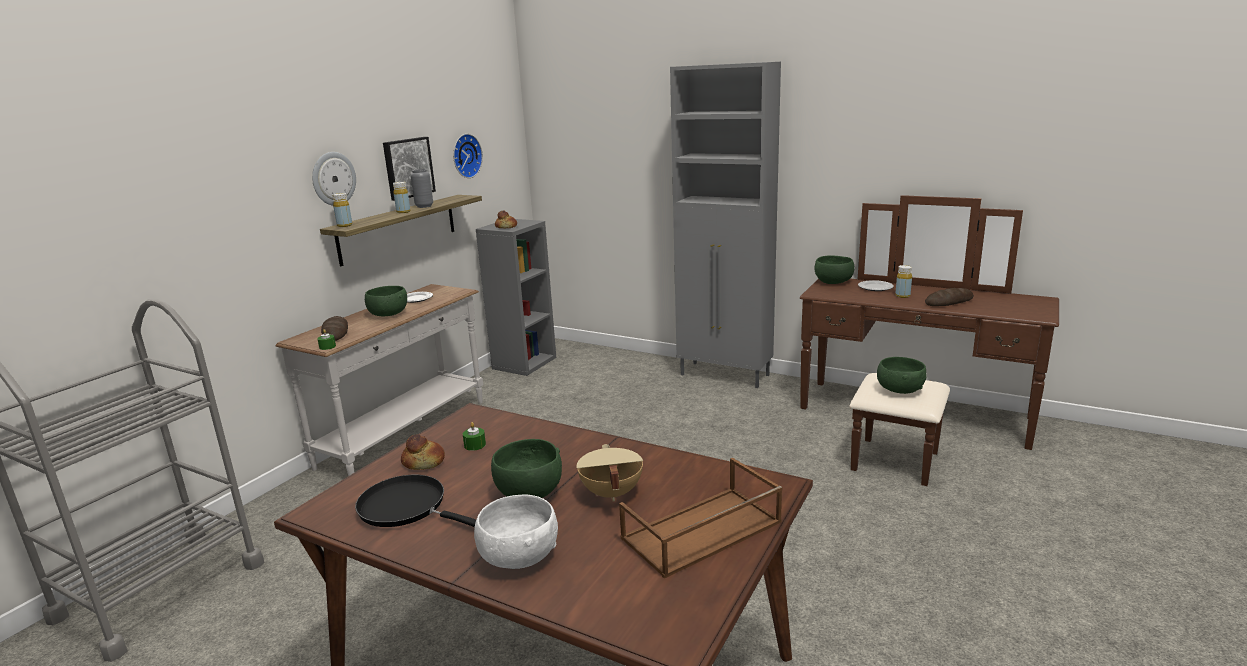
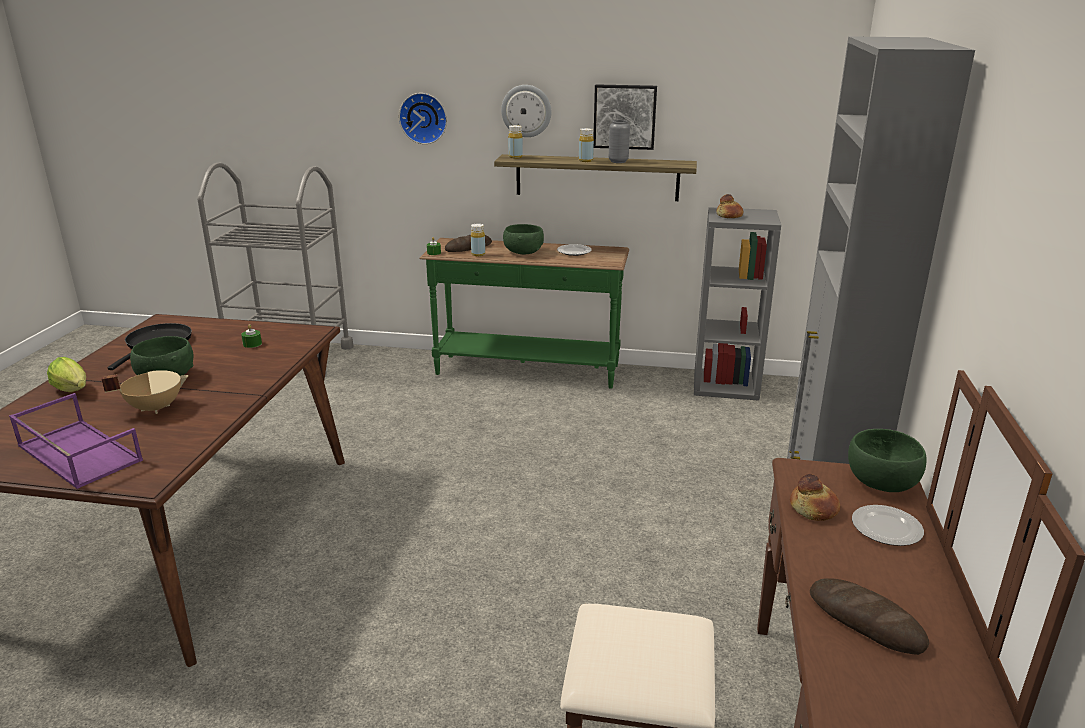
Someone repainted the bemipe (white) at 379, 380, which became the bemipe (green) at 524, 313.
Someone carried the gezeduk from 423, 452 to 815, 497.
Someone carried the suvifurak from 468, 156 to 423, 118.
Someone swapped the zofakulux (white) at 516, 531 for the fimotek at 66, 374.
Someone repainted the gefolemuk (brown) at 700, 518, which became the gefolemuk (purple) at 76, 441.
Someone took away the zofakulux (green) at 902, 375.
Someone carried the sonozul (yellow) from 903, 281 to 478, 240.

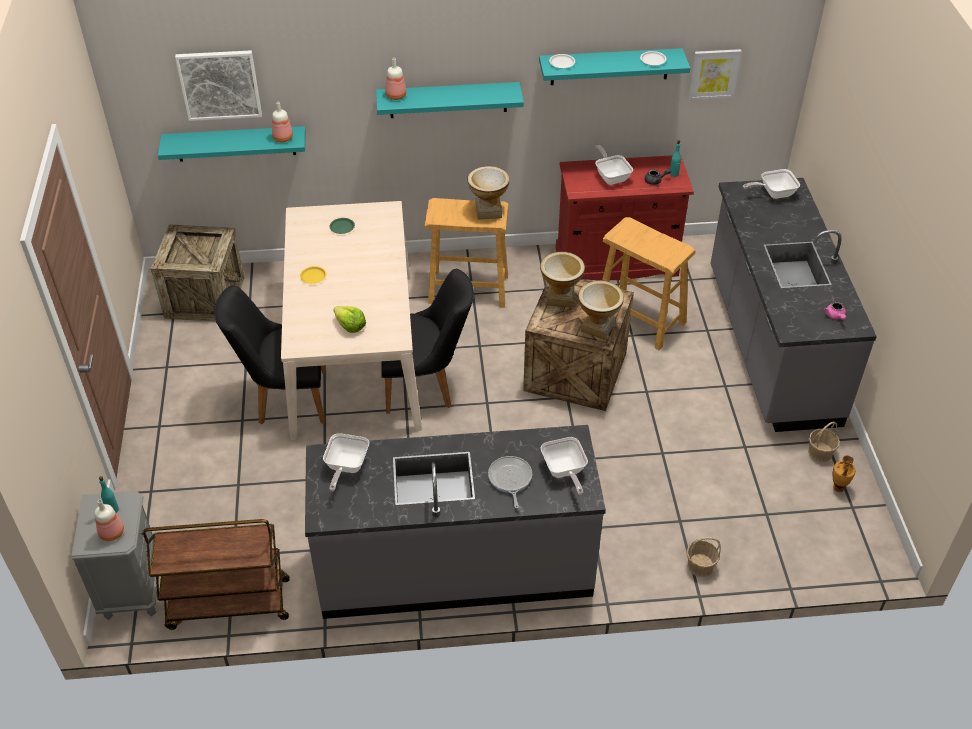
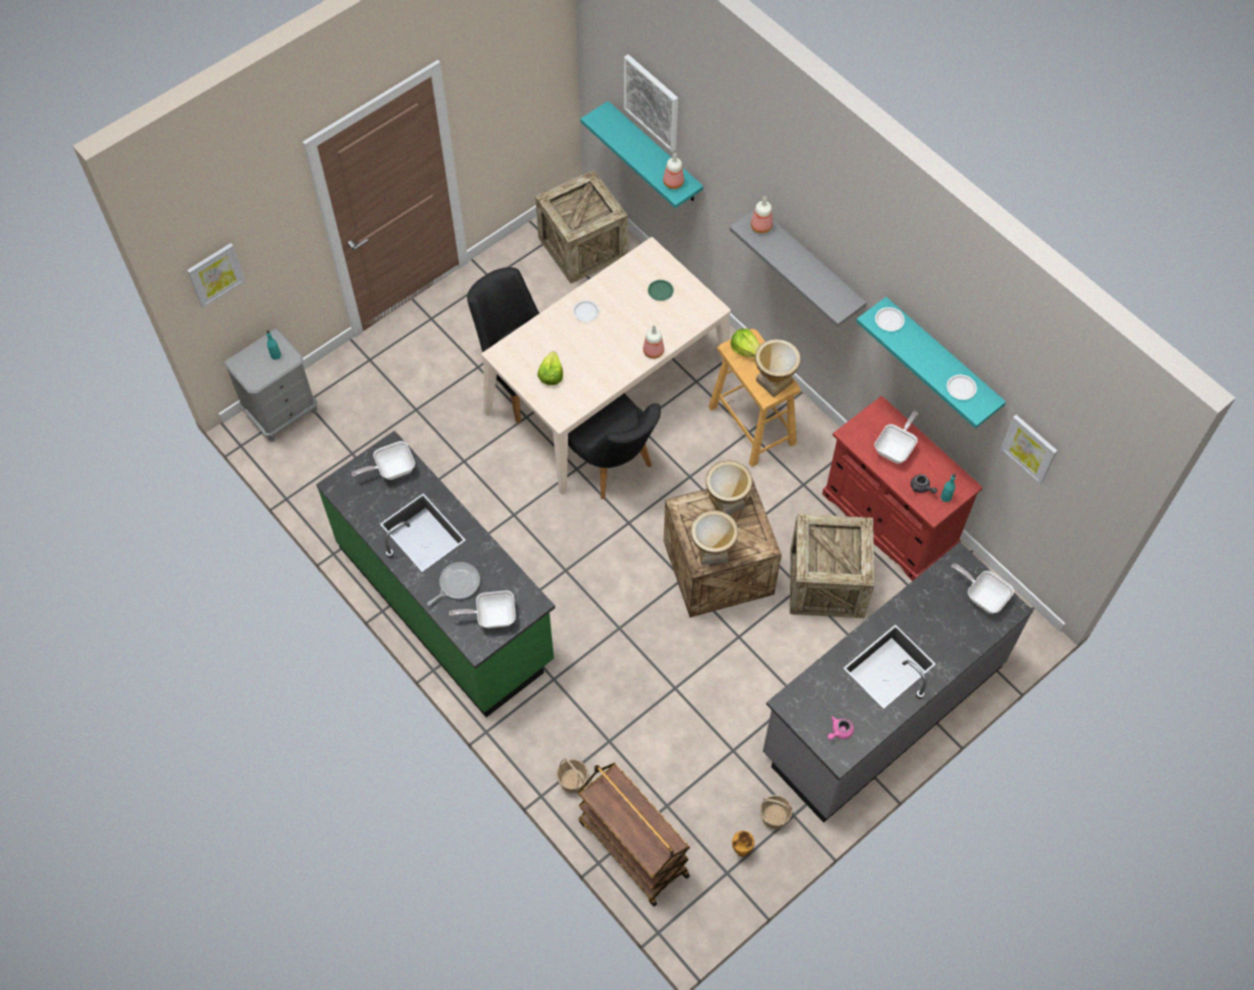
Someone carried the sonozul from 109, 520 to 653, 342.
Someone carried the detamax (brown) from 216, 574 to 634, 835.
Someone repainted the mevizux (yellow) at 313, 275, which became the mevizux (white) at 586, 311.
Someone repainted the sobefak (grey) at 455, 522, which became the sobefak (green) at 435, 574.
Someone repainted the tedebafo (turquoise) at 450, 100, which became the tedebafo (grey) at 798, 268.
Someone rotated the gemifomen at 564, 466 by 45 degrees clockwise.
Someone swapped the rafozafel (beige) at 649, 283 for the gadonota at 832, 566.
Someone put up the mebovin at 216, 275.
Someone put down the fimotek at 745, 342.

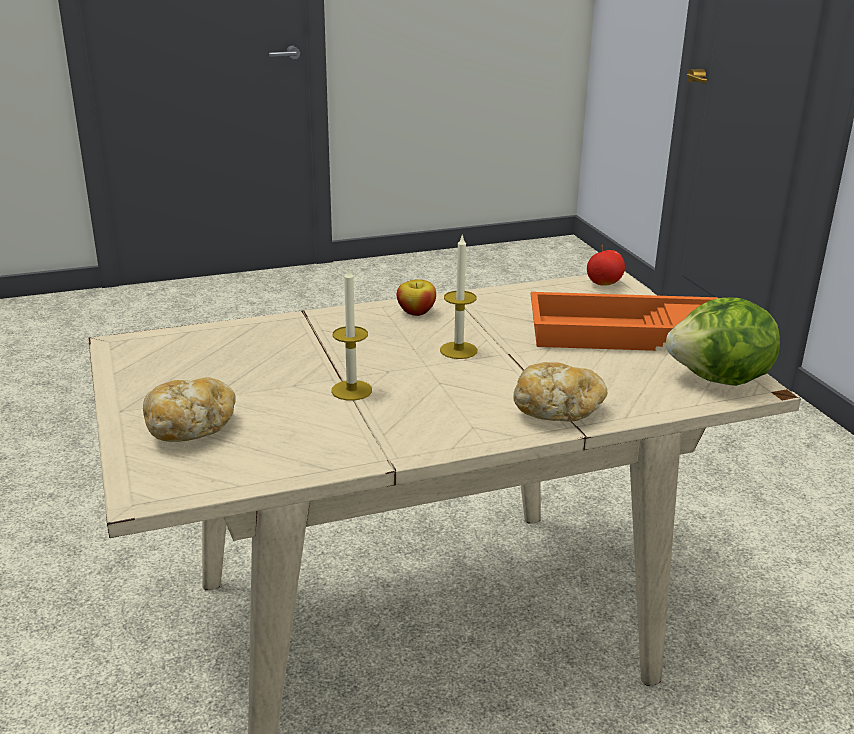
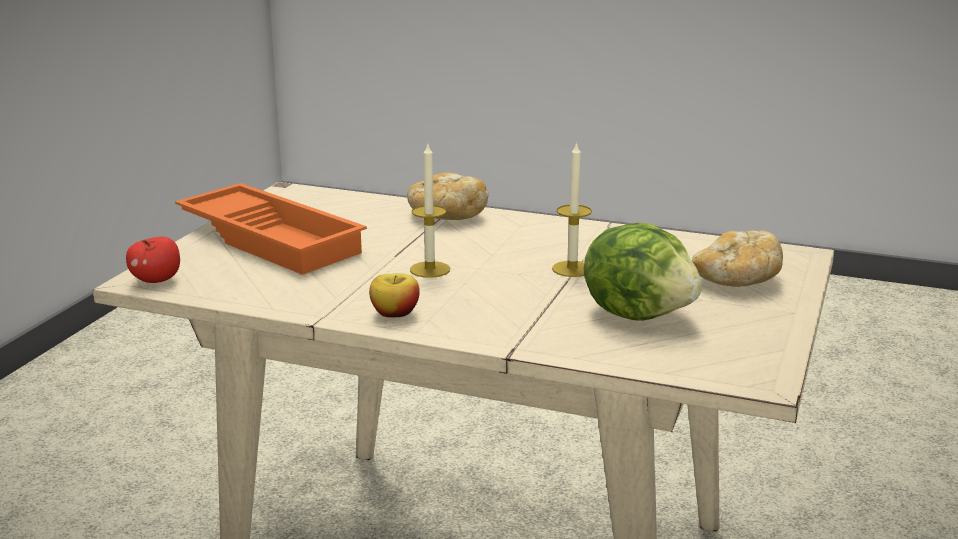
Someone carried the fimotek from 723, 341 to 643, 272.

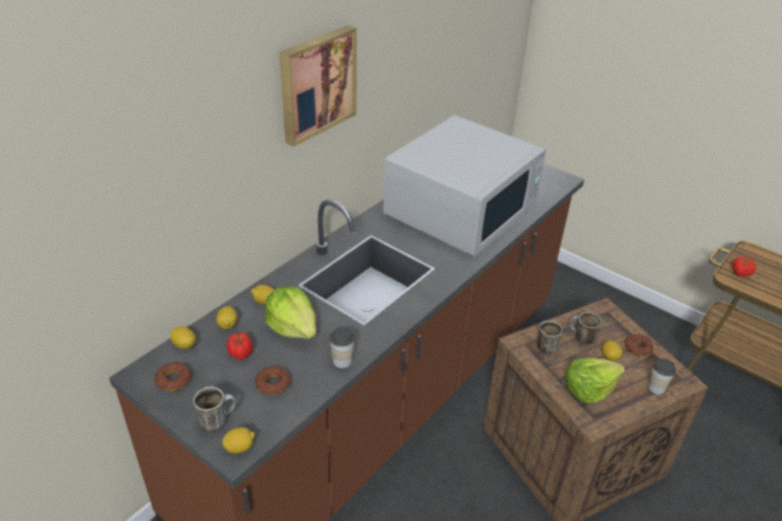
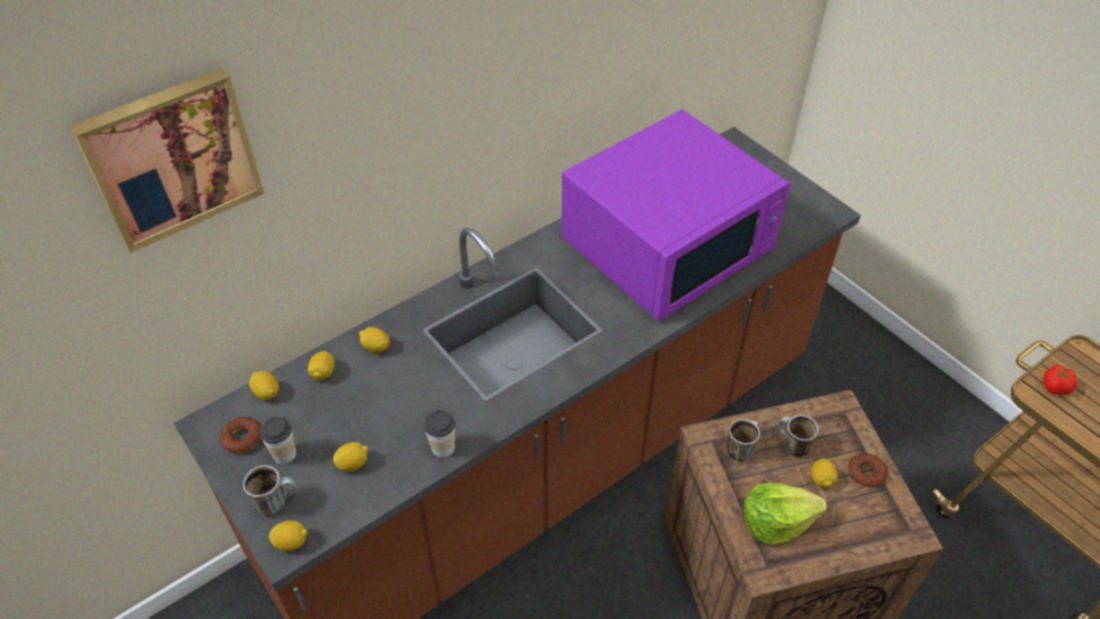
Someone took away the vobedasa at 240, 346.
Someone swapped the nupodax at 273, 380 for the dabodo at 350, 457.
Someone took away the fimotek at 290, 312.
Someone carried the mebovin from 318, 86 to 167, 160.
Someone repainted the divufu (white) at 464, 186, which became the divufu (purple) at 675, 215.
Someone carried the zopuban from 662, 377 to 278, 440.

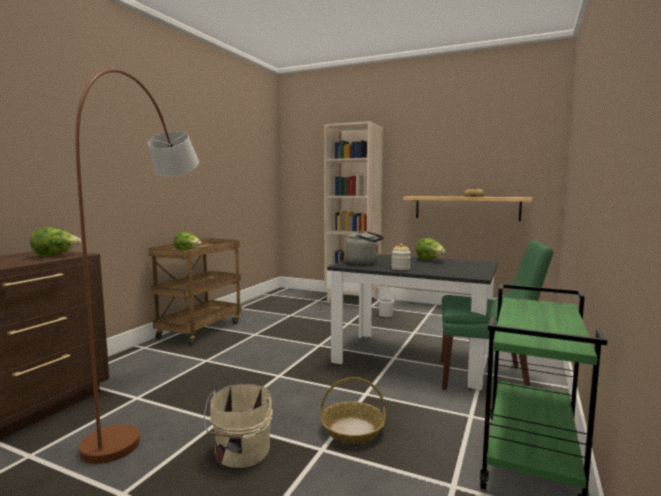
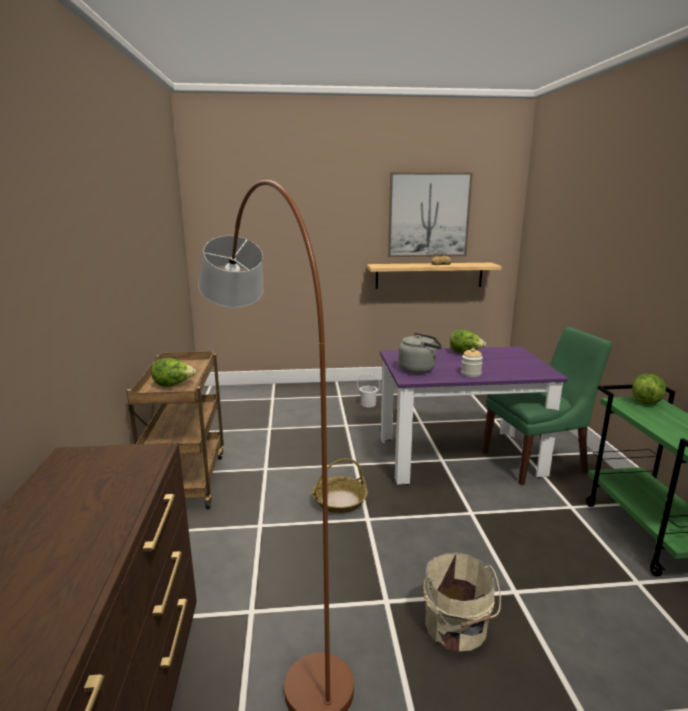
Someone carried the fimotek from 55, 241 to 649, 389.
Someone carried the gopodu from 353, 410 to 340, 486.
Someone took away the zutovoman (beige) at 353, 212.
Someone repainted the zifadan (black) at 412, 322, which became the zifadan (purple) at 474, 415.
Someone put up the mebovin at 430, 214.

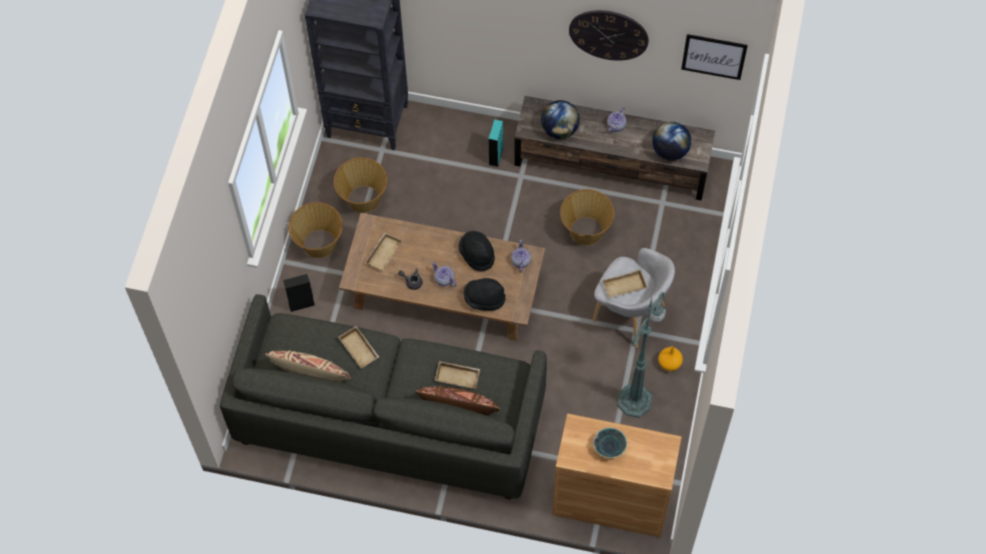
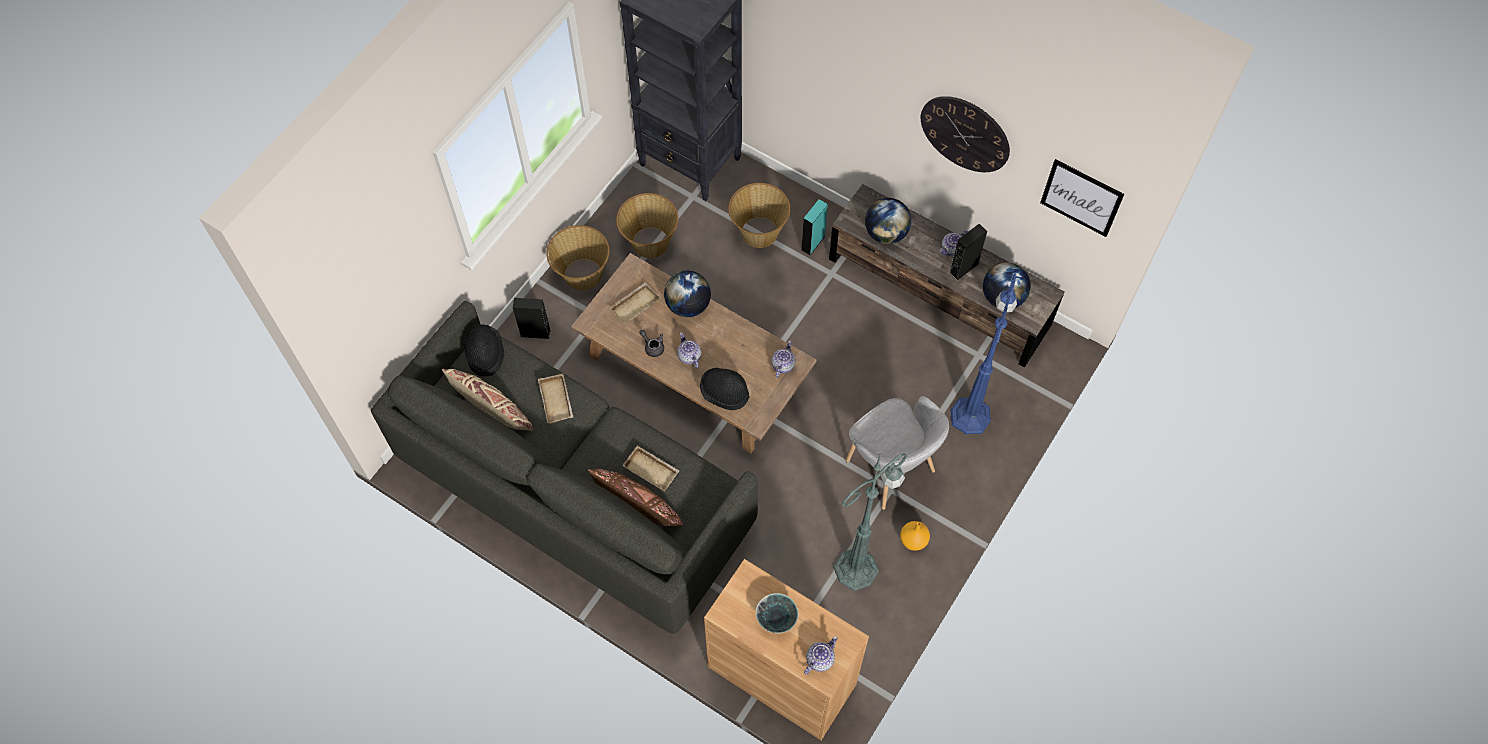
Someone carried the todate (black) from 476, 251 to 483, 351.
Someone carried the gopodu from 587, 217 to 759, 215.
Someone took away the gefolemuk (beige) at 625, 284.
Someone put down the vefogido at 687, 294.
Someone put down the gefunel at 821, 655.
Someone put down the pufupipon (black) at 968, 252.
Someone put down the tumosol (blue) at 984, 353.

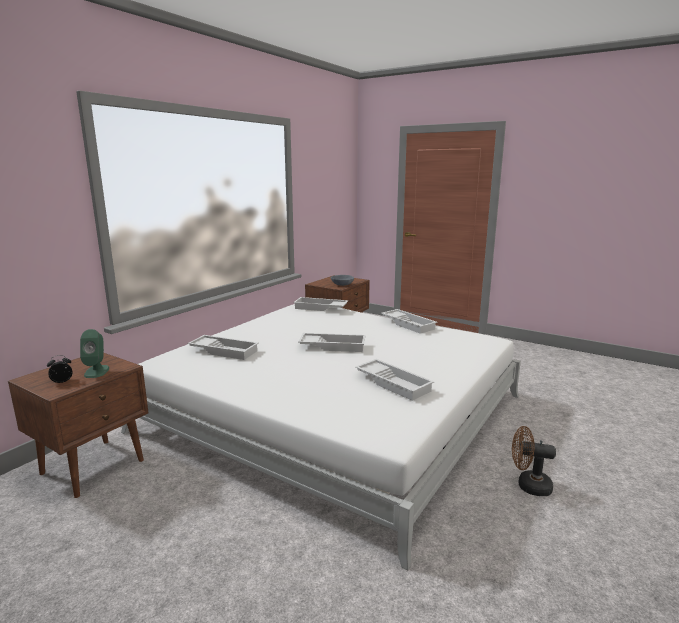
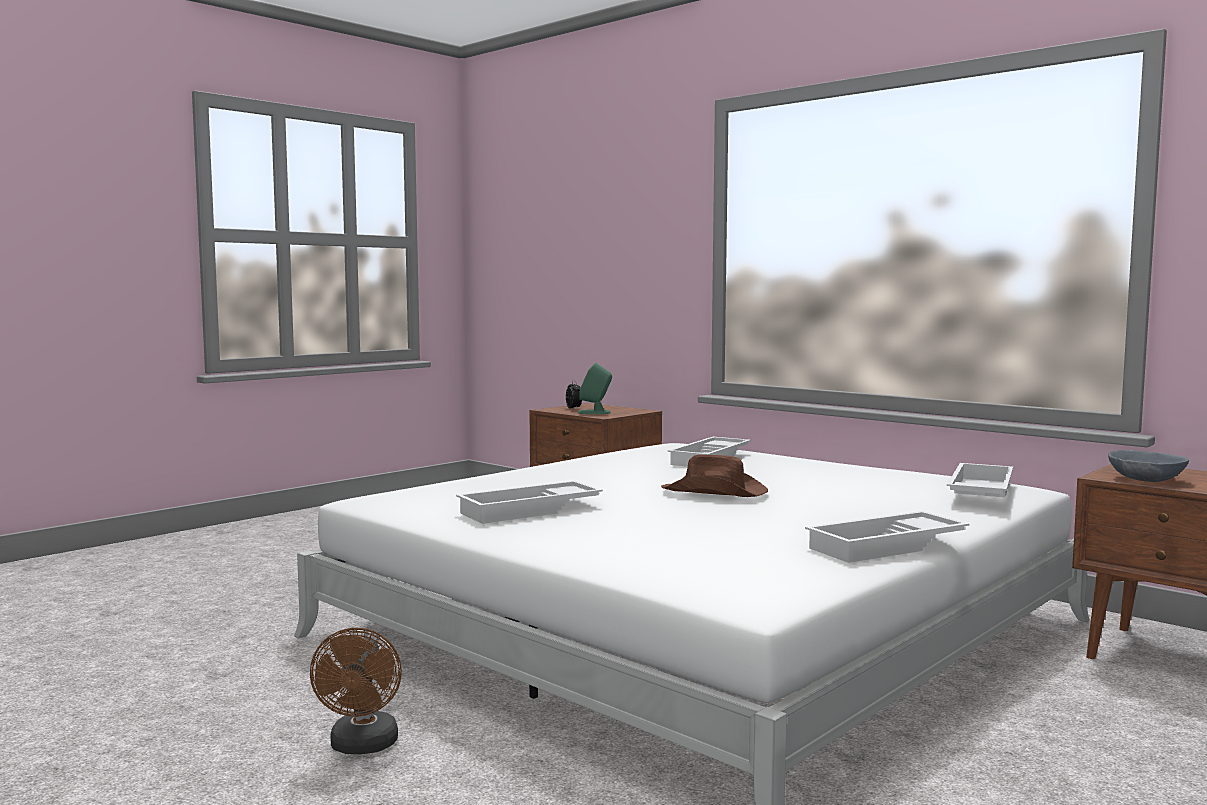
Someone swapped the gefolemuk (white) at 332, 342 for the todate (brown) at 714, 476.
Someone rotated the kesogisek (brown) at 534, 461 by 150 degrees clockwise.

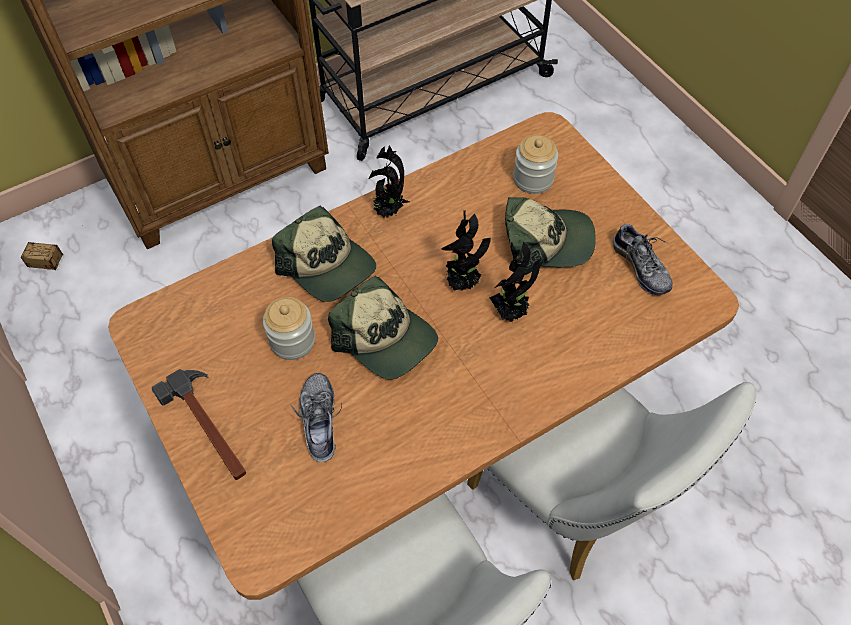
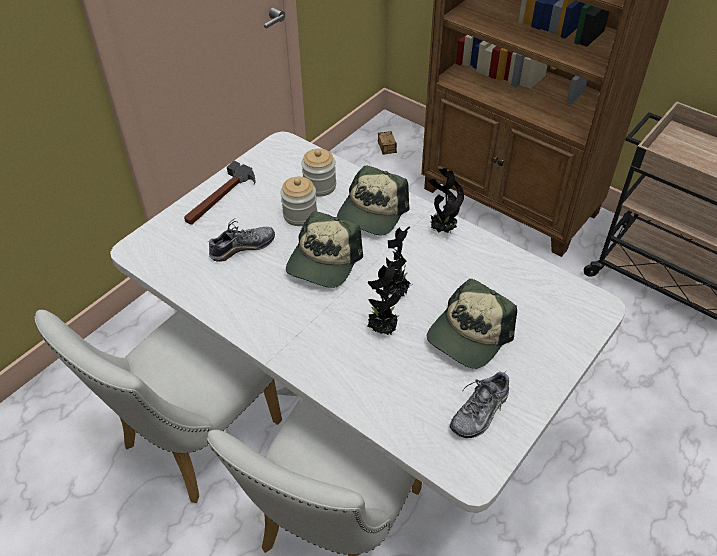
Someone repainted the zifadan (brown) at 423, 356, which became the zifadan (white) at 368, 322.
Someone rotated the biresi at 550, 236 by 60 degrees clockwise.
Someone carried the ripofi from 535, 164 to 318, 172.

